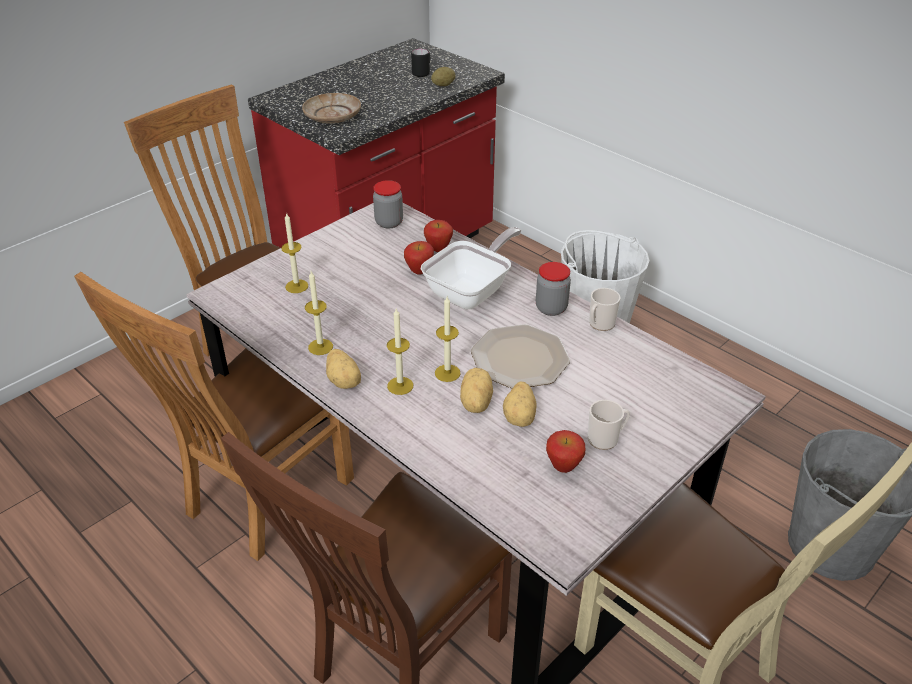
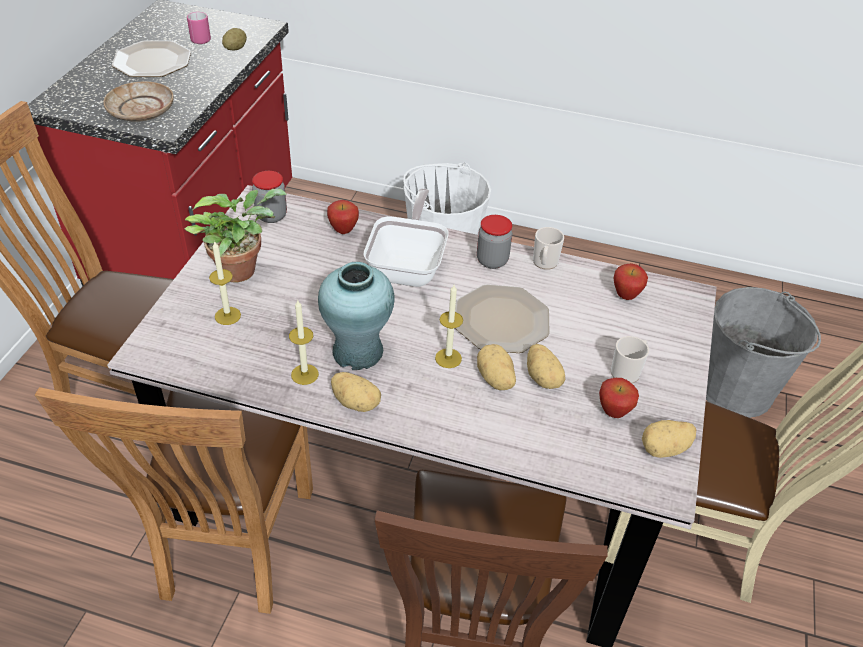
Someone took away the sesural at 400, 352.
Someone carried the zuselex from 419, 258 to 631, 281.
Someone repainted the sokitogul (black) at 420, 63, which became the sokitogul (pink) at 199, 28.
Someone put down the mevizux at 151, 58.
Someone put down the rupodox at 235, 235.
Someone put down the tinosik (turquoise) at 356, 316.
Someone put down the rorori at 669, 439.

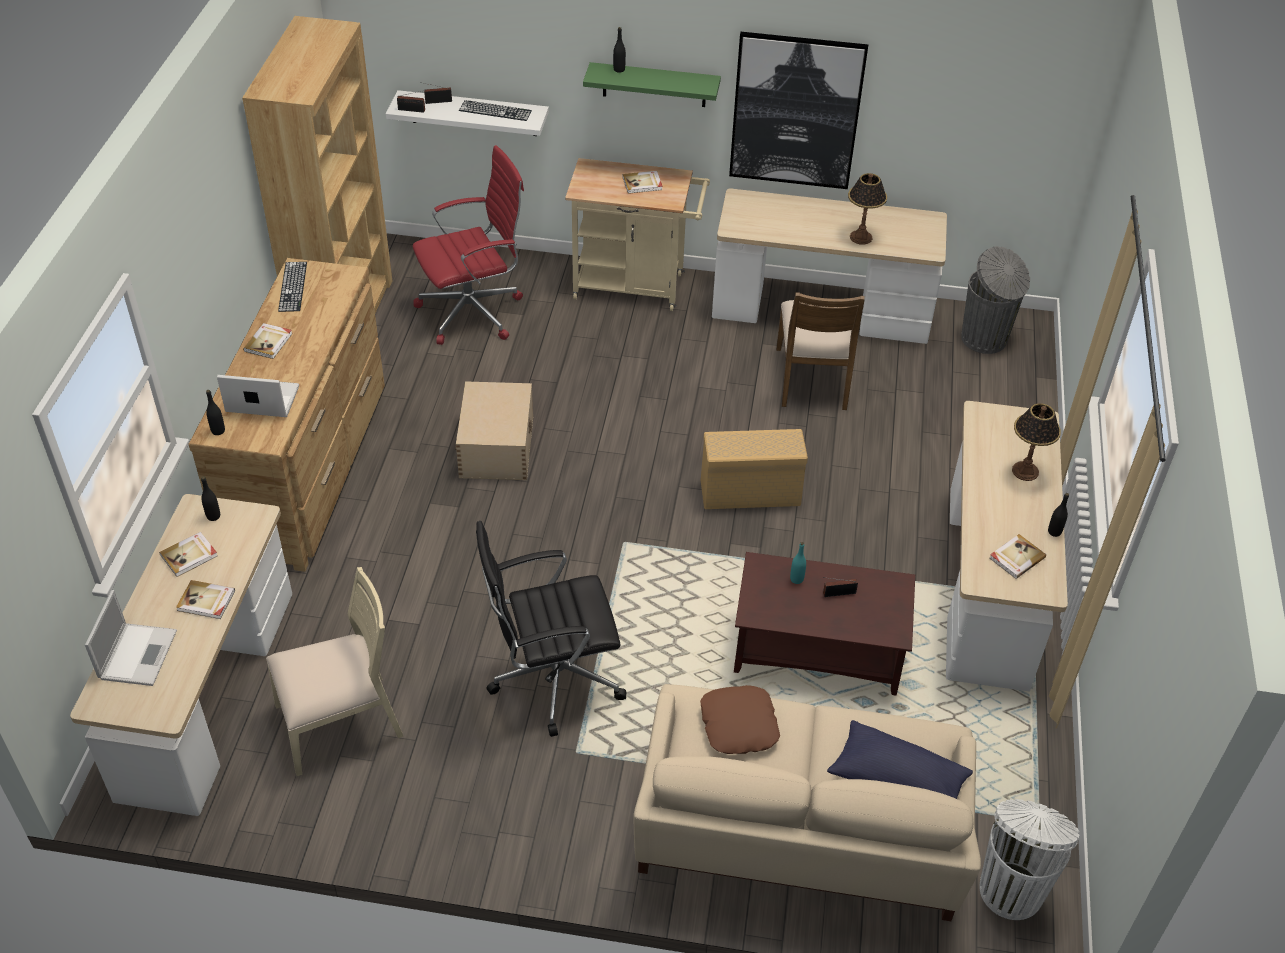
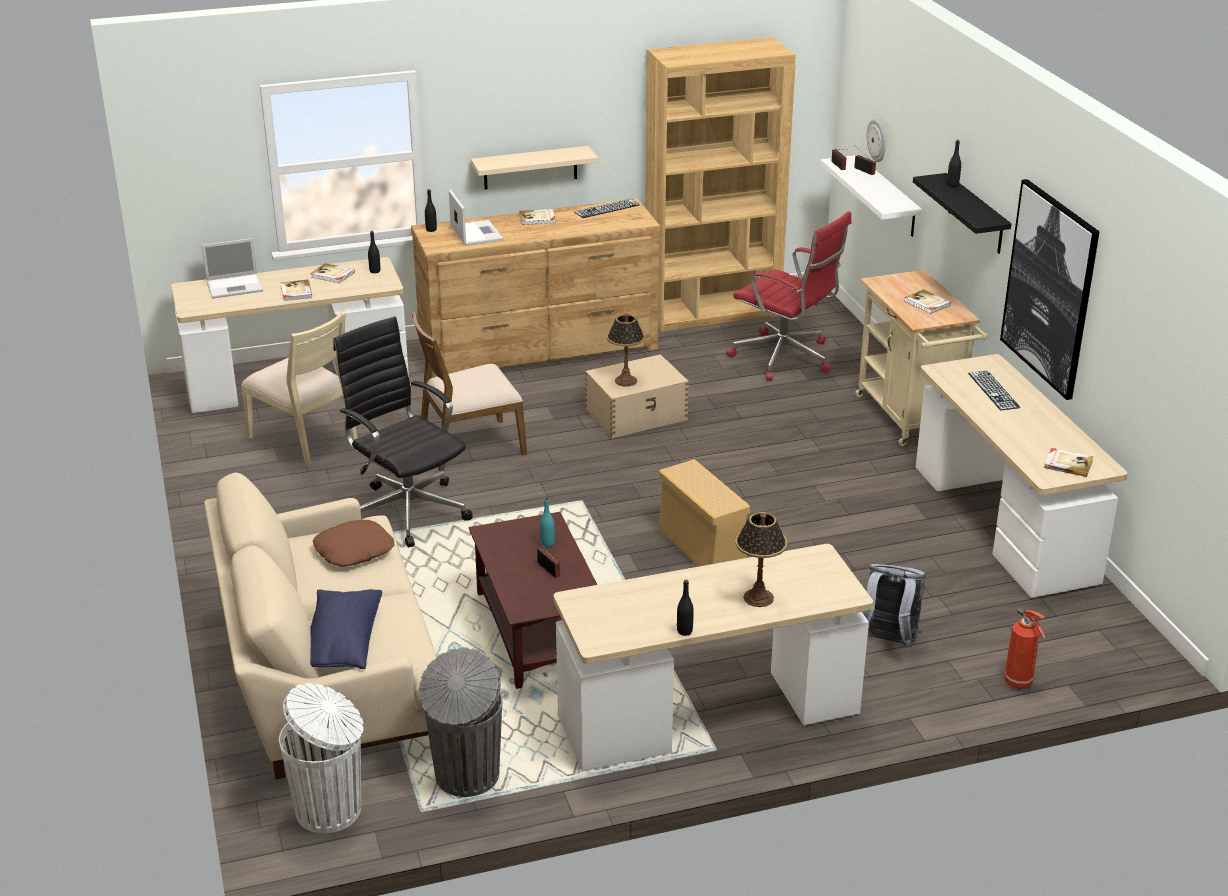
Someone carried the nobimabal from 495, 110 to 994, 390.
Someone repainted the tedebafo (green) at 652, 84, which became the tedebafo (black) at 962, 213.
Someone carried the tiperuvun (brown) from 820, 351 to 469, 391.
Someone carried the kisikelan from 867, 208 to 626, 350.
Someone carried the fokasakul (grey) from 995, 300 to 461, 722.
Someone carried the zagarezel from 1017, 556 to 1068, 462.
Someone put up the tedebafo (beige) at 534, 168.
Someone put down the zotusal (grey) at 894, 606.
Someone put up the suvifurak at 876, 140.
Someone put down the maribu at 1024, 648.

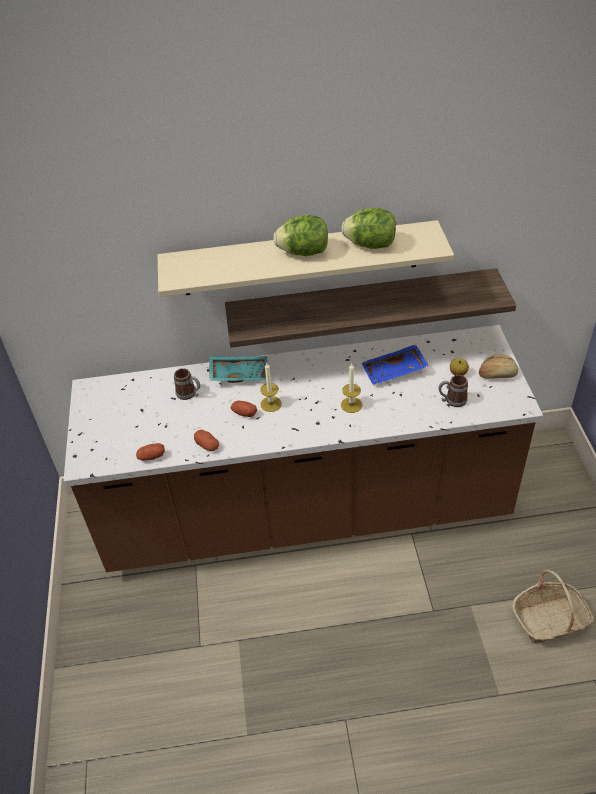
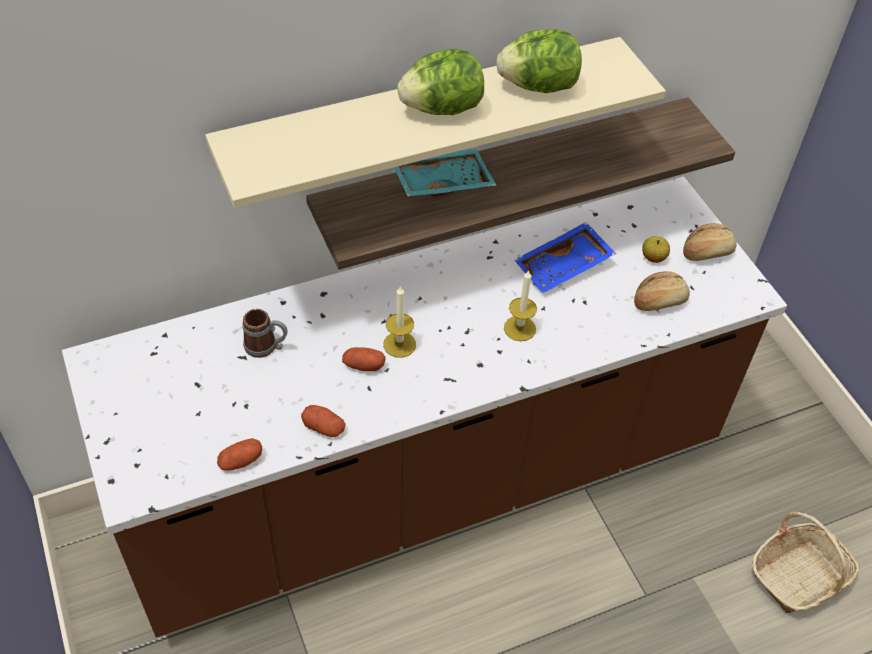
Someone carried the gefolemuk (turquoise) from 238, 369 to 445, 172.
Someone swapped the sokitogul at 453, 391 for the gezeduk at 662, 291.

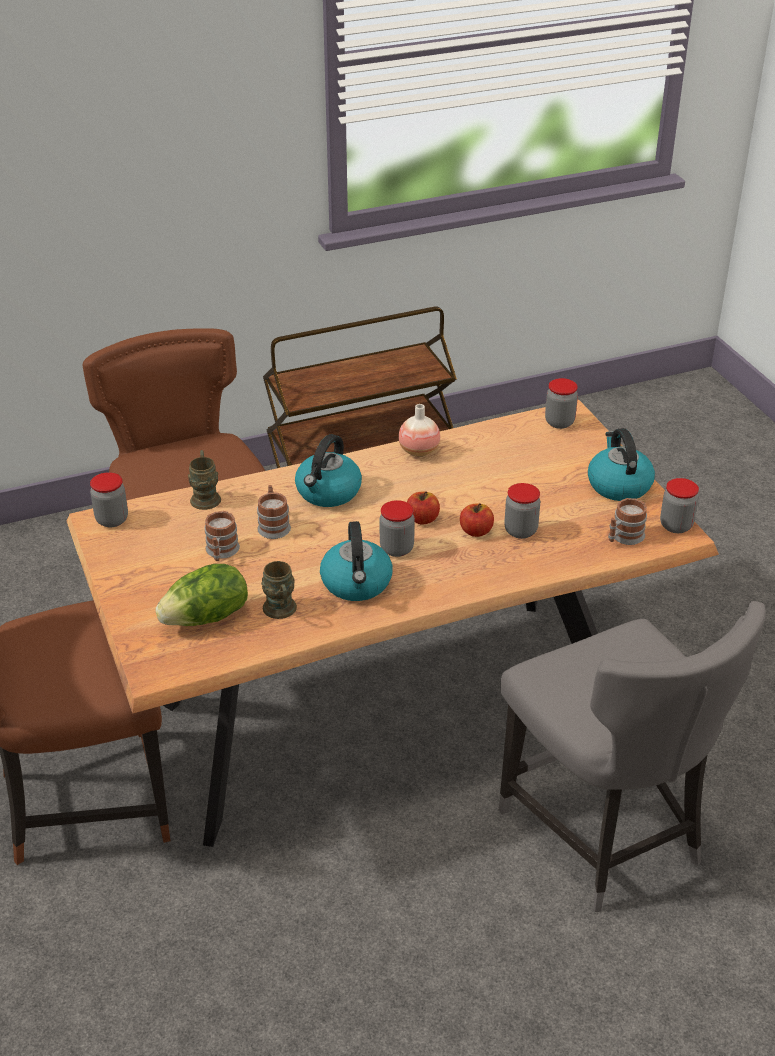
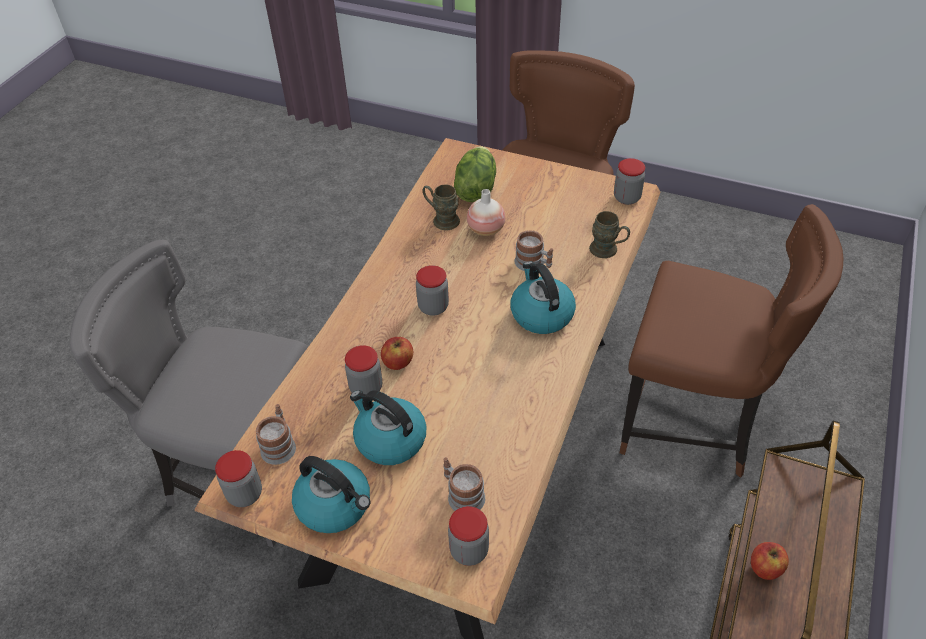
Someone carried the sokitogul from 222, 536 to 464, 484.
Someone carried the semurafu from 356, 561 to 388, 427.
Someone carried the tinosik from 419, 430 to 486, 212.
Someone carried the zuselex from 423, 508 to 770, 561.

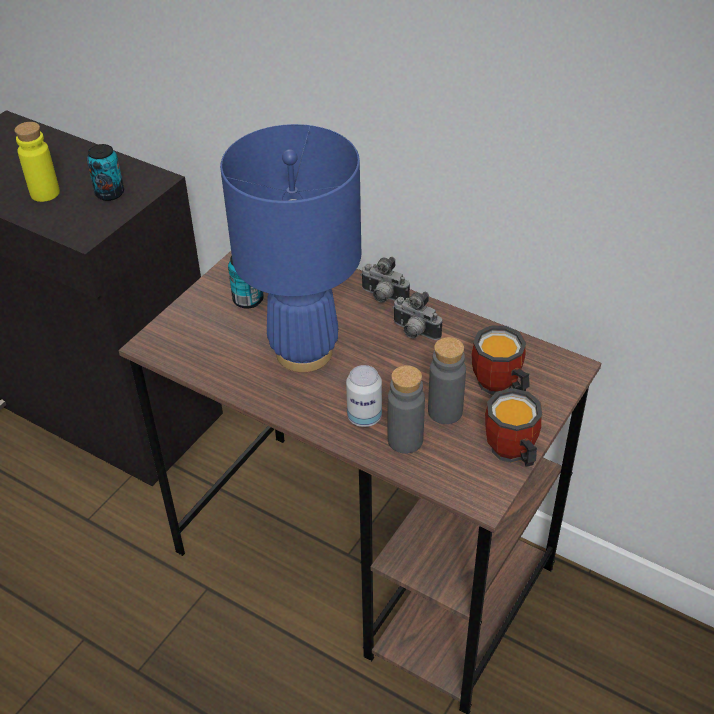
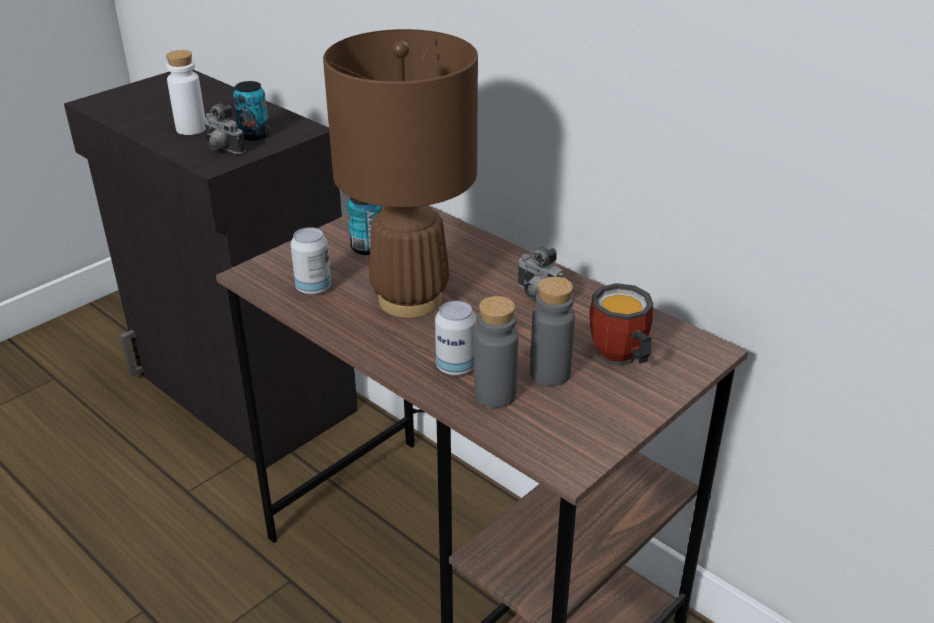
Someone repainted the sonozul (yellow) at 37, 162, which became the sonozul (white) at 186, 92.
Someone repainted the kisikelan (blue) at 290, 248, which became the kisikelan (brown) at 400, 173.
Someone carried the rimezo from 385, 280 to 224, 128.
Someone took away the sokitogul at 513, 427.
Someone put down the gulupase at 310, 261.

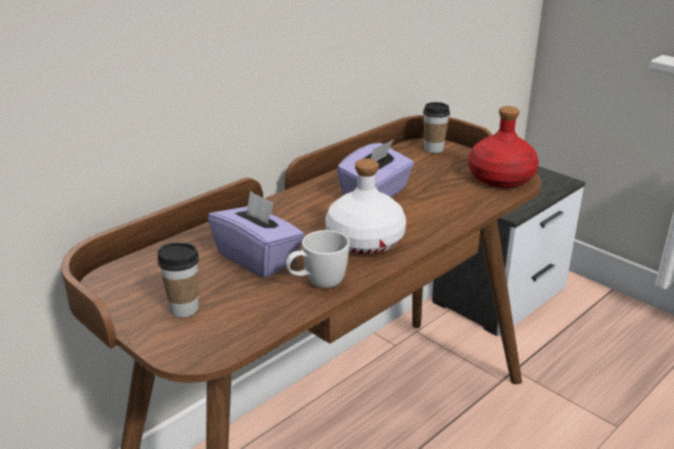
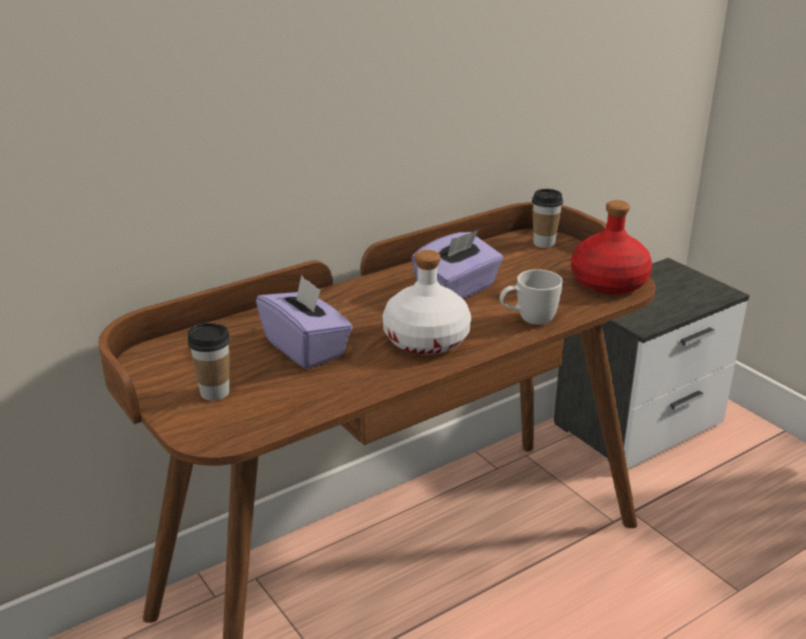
Someone carried the sokitogul (white) from 318, 259 to 531, 297.

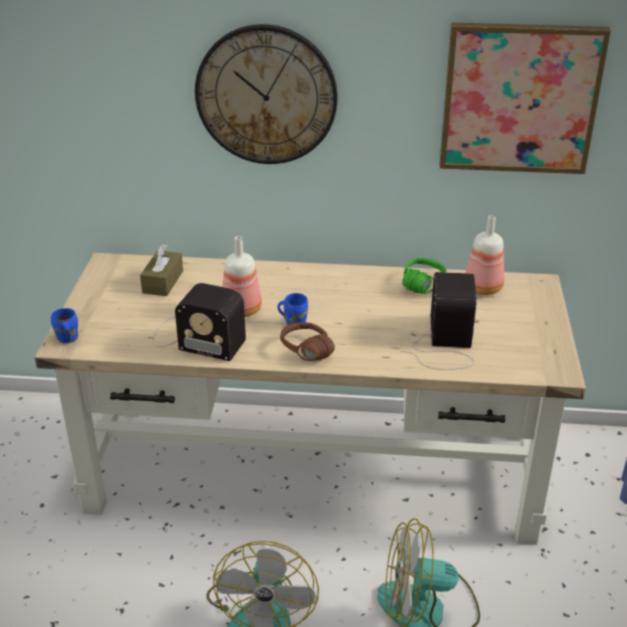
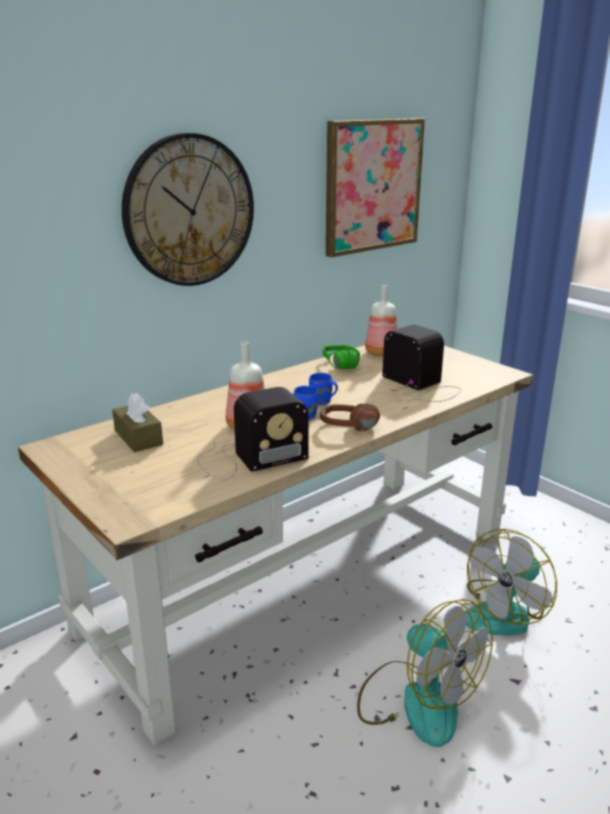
Someone carried the sokitogul (blue) from 64, 325 to 323, 389.

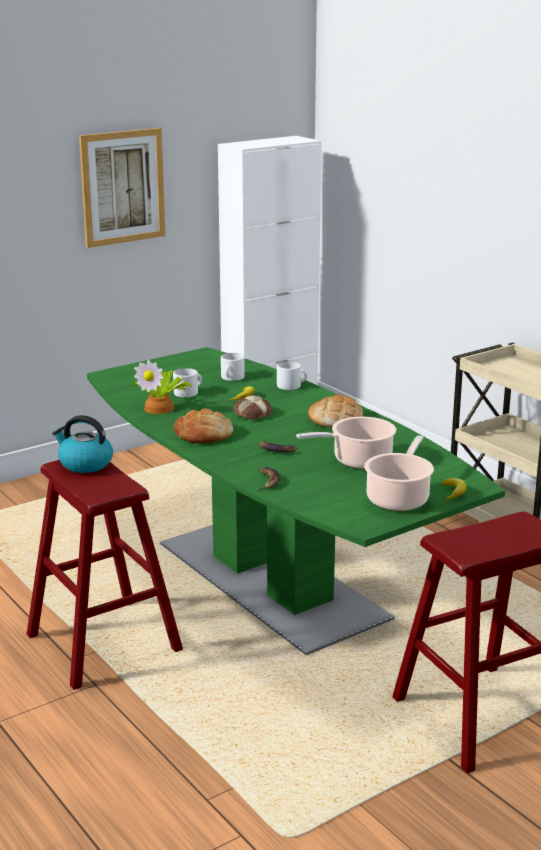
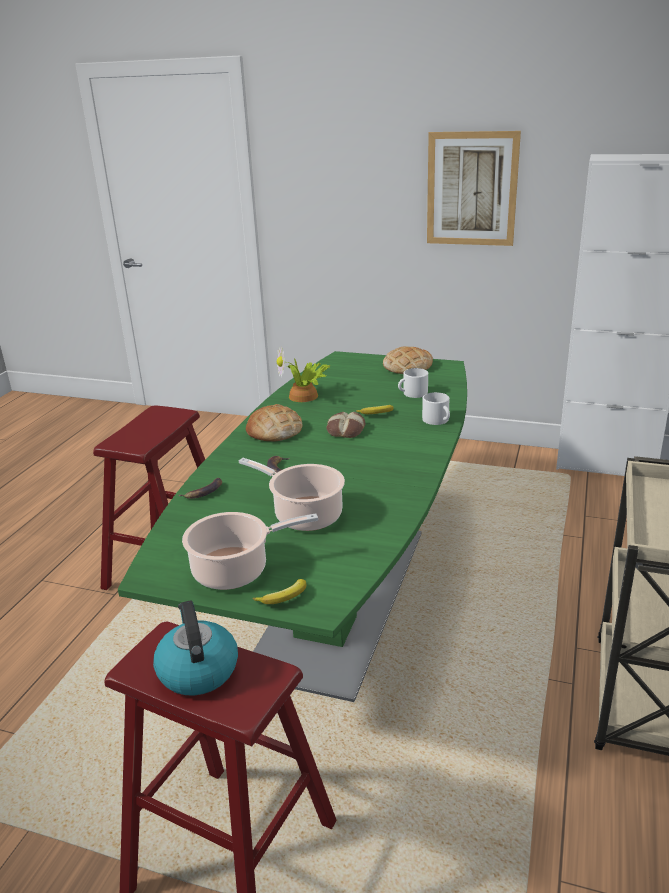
Someone carried the semurafu from 82, 444 to 195, 648.
Someone took away the sokitogul (white) at 187, 382.
Someone carried the gezeduk from 335, 411 to 408, 360.

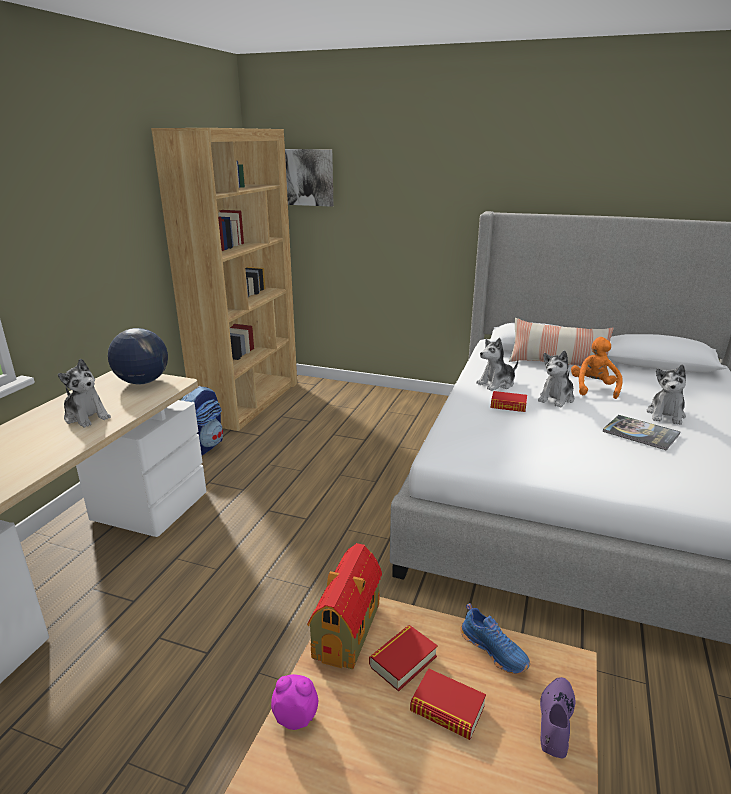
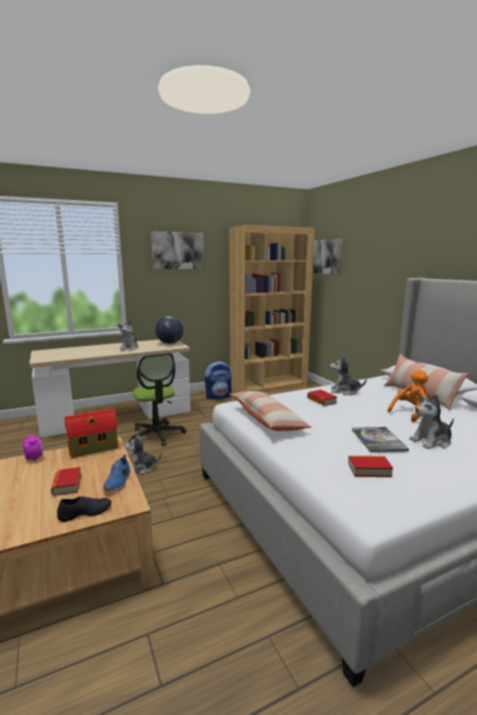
Someone carried the zagarezel from 403, 658 to 370, 466.
Someone carried the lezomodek from 556, 379 to 143, 454.
Someone repainted the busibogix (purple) at 557, 717, which became the busibogix (black) at 84, 509.
Someone put down the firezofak at 157, 400.
Someone put up the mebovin at 177, 250.
Someone put down the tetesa at 270, 411.

